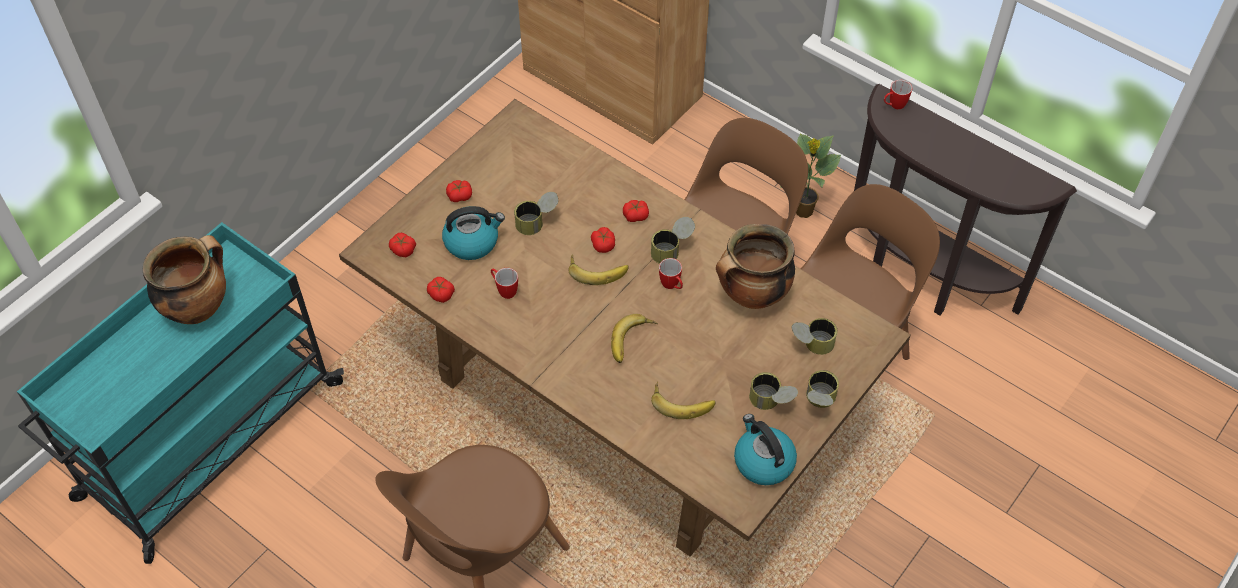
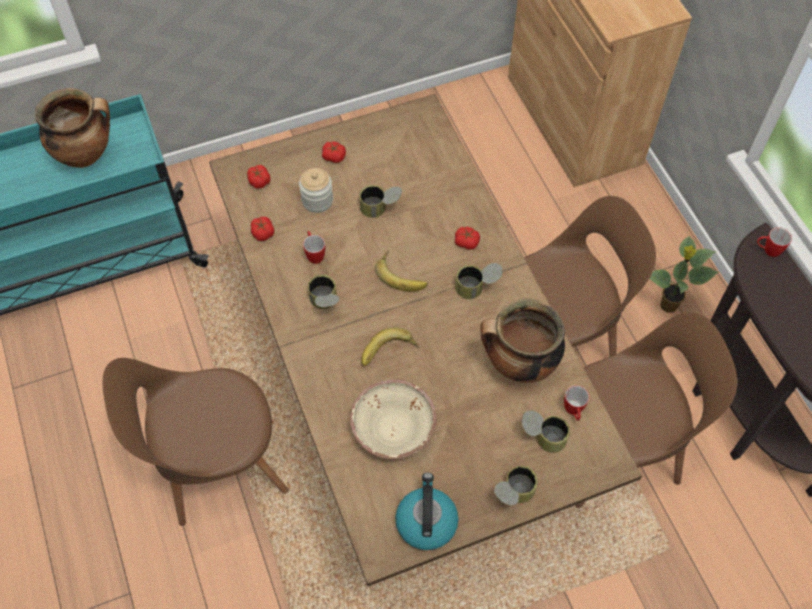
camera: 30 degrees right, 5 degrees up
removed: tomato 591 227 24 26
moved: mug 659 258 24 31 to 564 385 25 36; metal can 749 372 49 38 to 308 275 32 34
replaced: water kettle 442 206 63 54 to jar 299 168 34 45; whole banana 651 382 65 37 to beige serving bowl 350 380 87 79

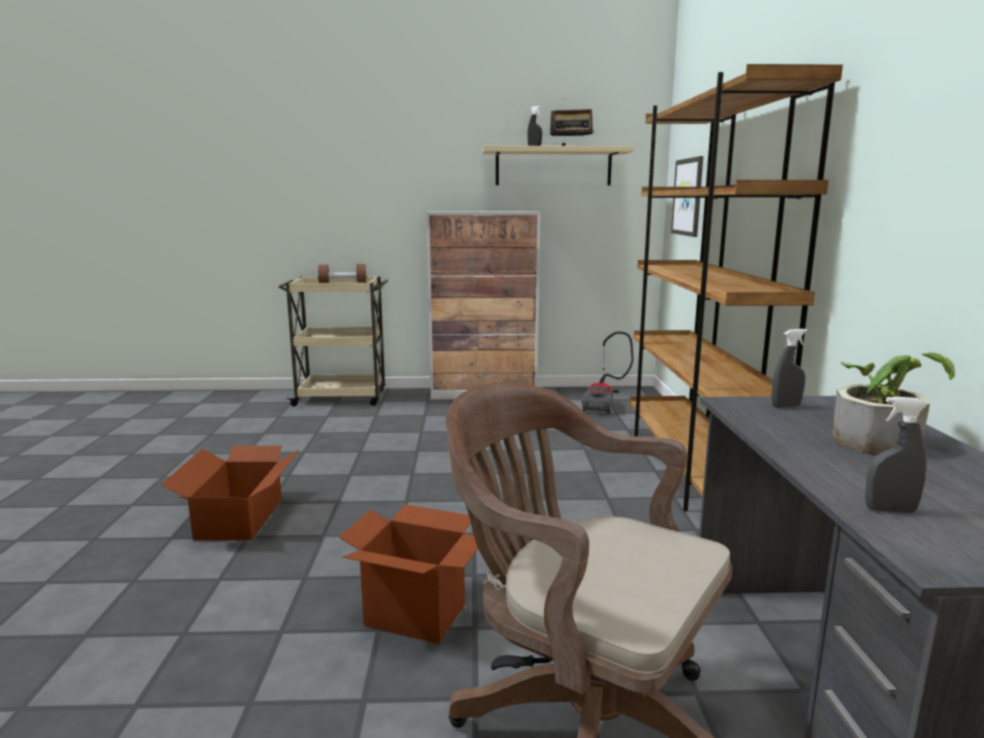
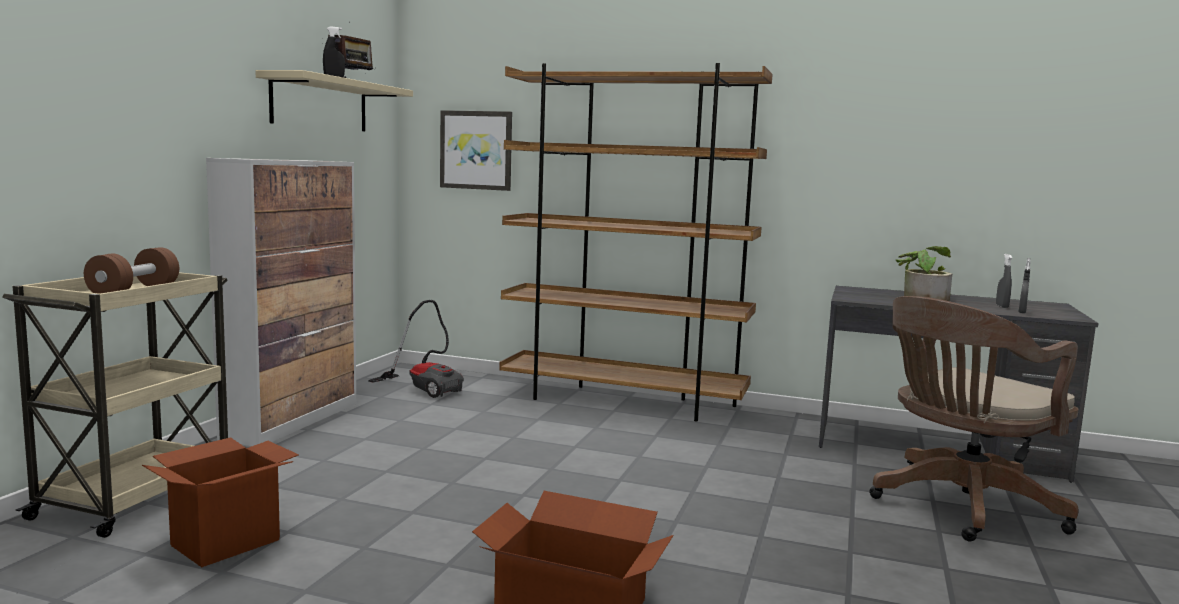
camera: 70 degrees left, 5 degrees down
moved: carton 339 504 139 140 to 142 437 157 130; greyish spray bottle 772 329 35 79 to 996 254 16 54

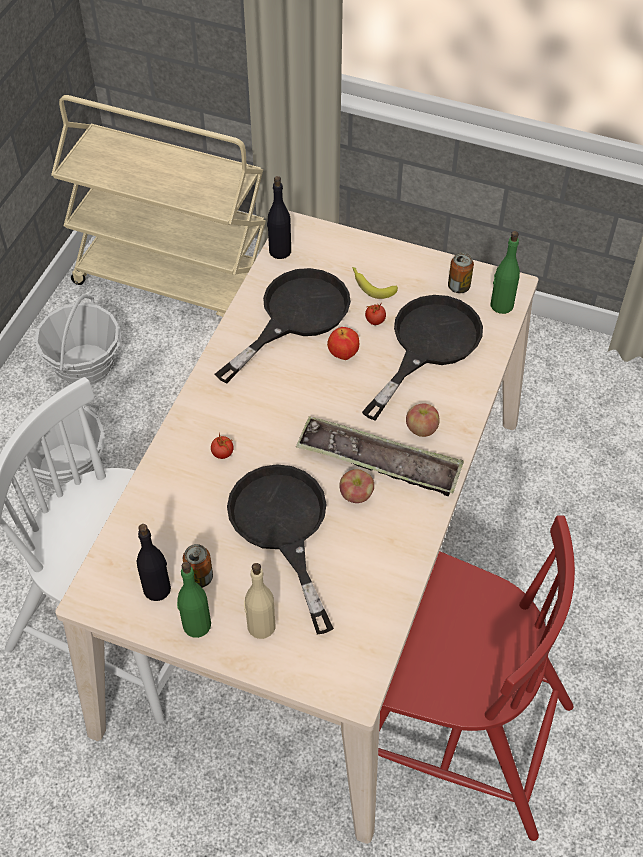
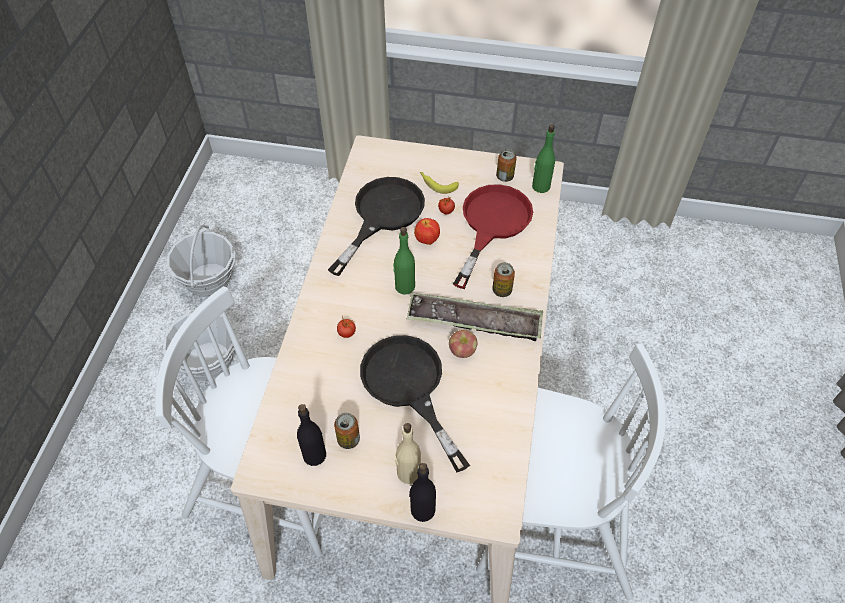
camera: 10 degrees left, 0 degrees up
removed: beige cart 51 95 215 222
moved: greenish bottle 177 562 34 76 to 393 227 22 68; black bottle 267 176 24 83 to 409 463 27 59
replaced: whole apple 406 403 34 34 to metal can 492 263 23 34
recoloured: black skillet 362 295 121 126 to reddish skillet 453 184 80 105; reddish upright chair 378 515 197 326 to whitish upright chair 476 343 190 257

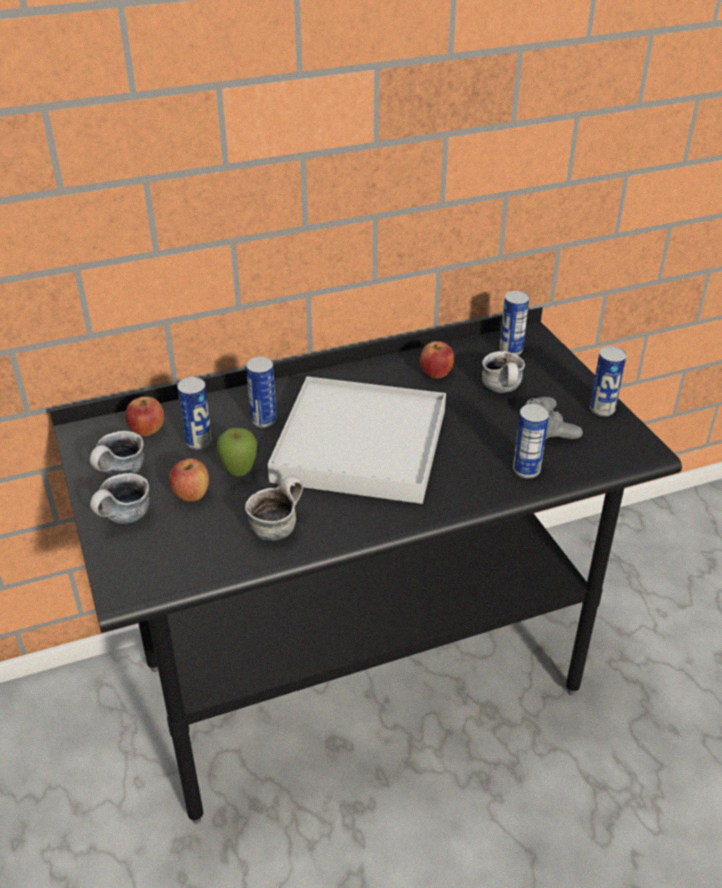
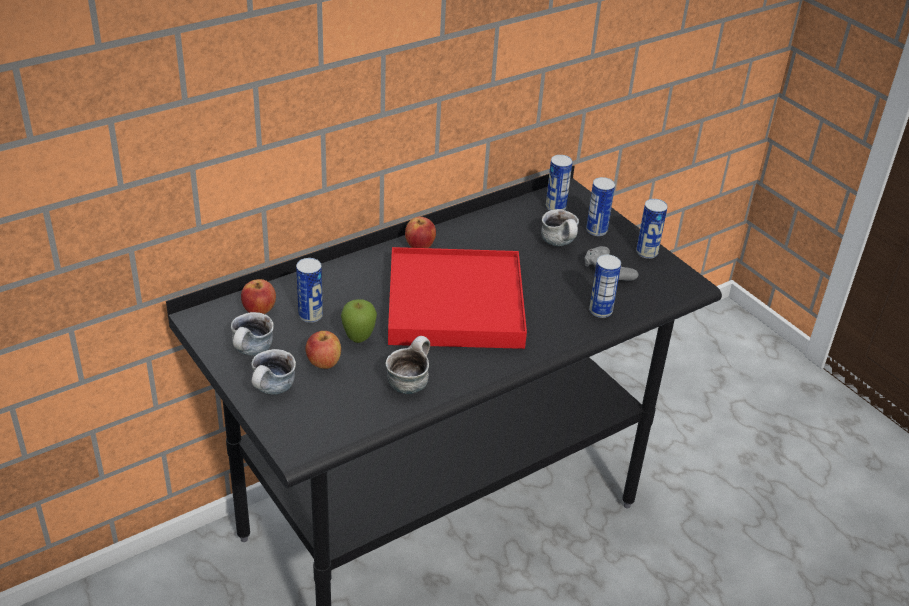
camera: 15 degrees left, 0 degrees up
moved: metal can 246 357 31 71 to 586 177 29 59; whole apple 420 341 34 37 to 405 217 31 31
recoloured: whitish serving tray 268 376 178 128 to reddish serving tray 388 247 139 102

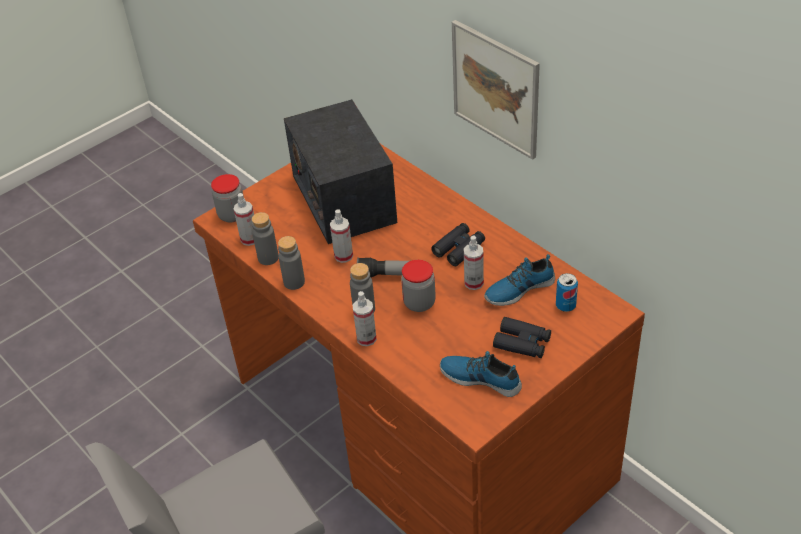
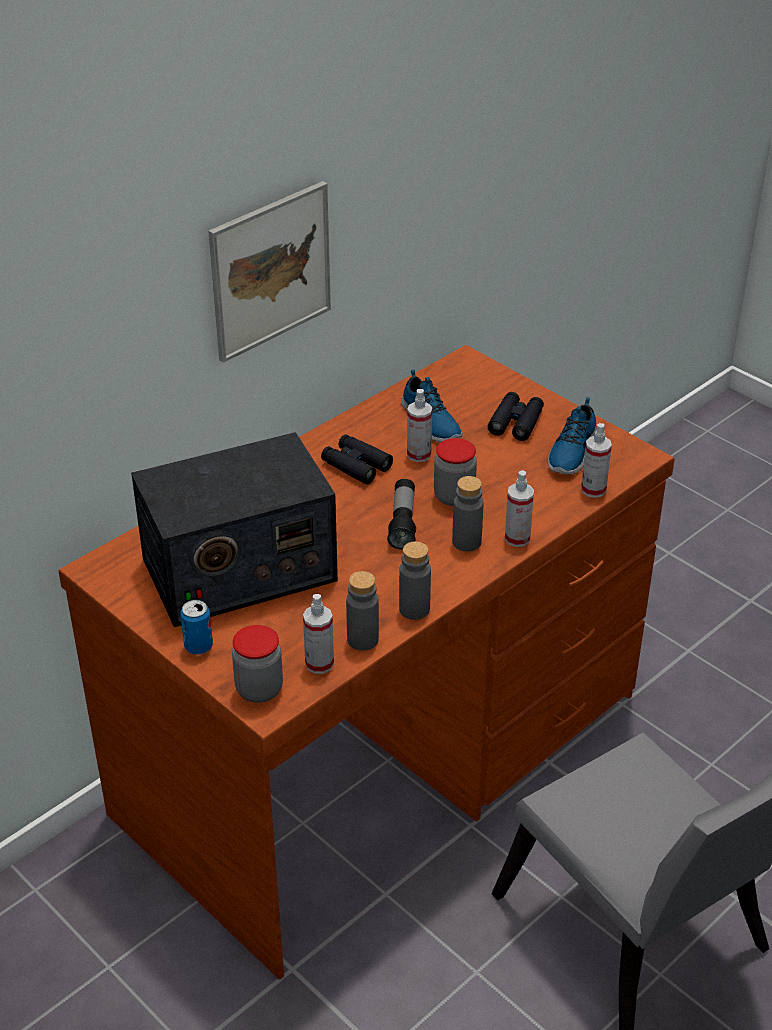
camera: 95 degrees left, 5 degrees down
moved: spray bottle 330 209 23 54 to 581 423 31 75; metal can 556 273 22 39 to 180 600 33 55

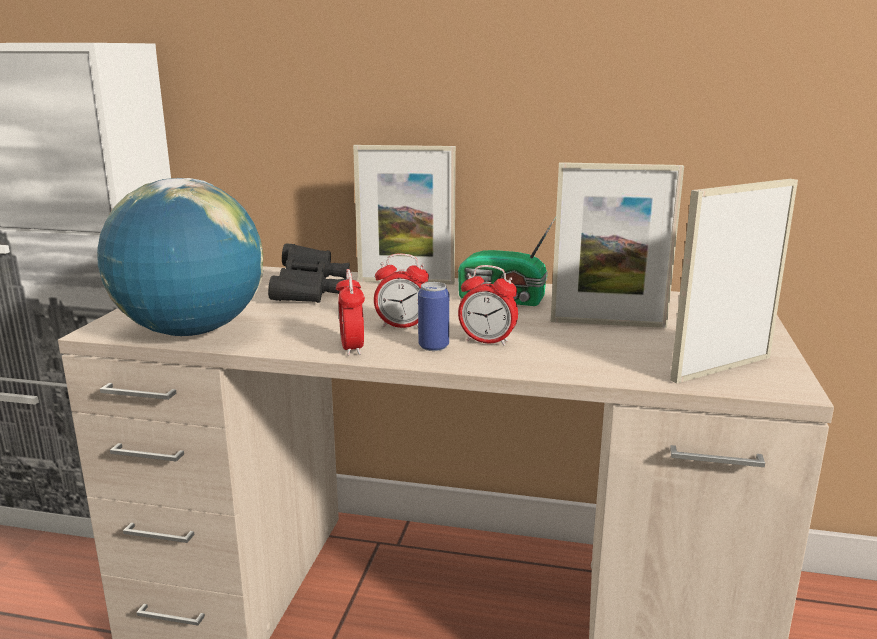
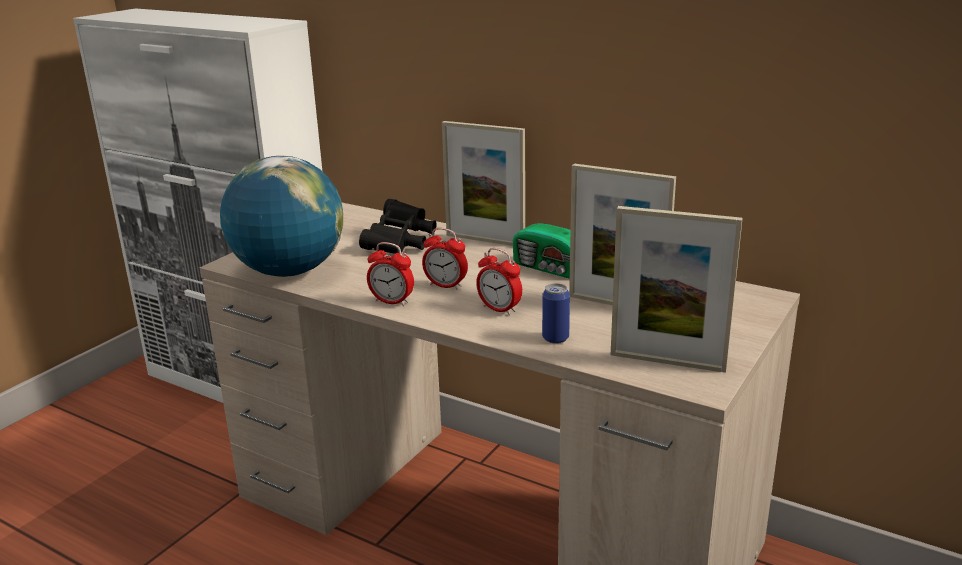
camera: 20 degrees right, 5 degrees up
moved: metal can 418 282 31 69 to 542 283 28 61
turned: table clock 336 269 29 87 = 367 242 47 64 75 degrees counterclockwise; photo frame 670 179 128 205 = 611 206 132 167 150 degrees counterclockwise

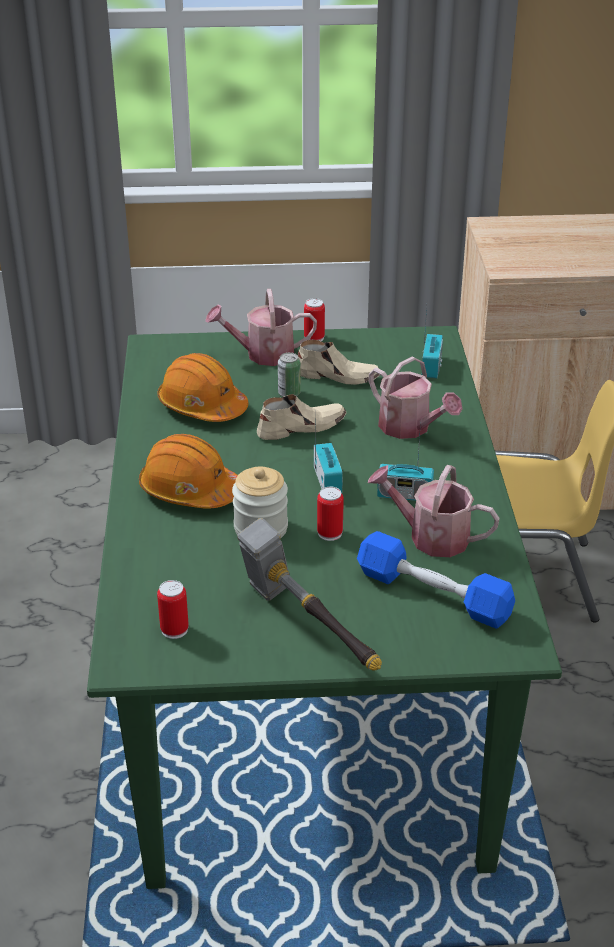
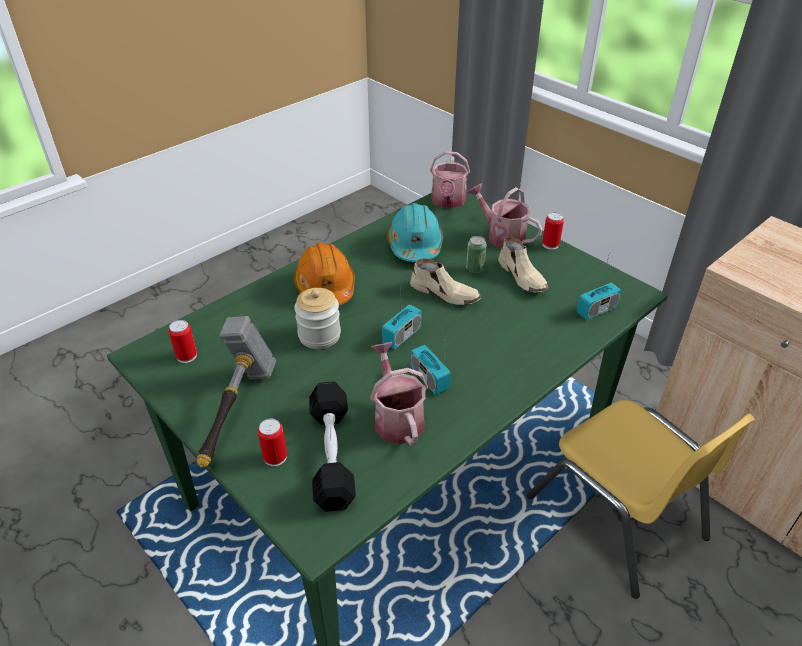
camera: 50 degrees right, 5 degrees up
moved: metal can 317 486 27 55 to 258 419 29 47; watering can 369 357 93 82 to 430 151 40 58
recoloured: orangey safety helmet 157 353 91 69 to turquoise-coloured safety helmet 387 203 56 59; blue-coloured hand weight 357 531 158 98 to black hand weight 309 382 47 130

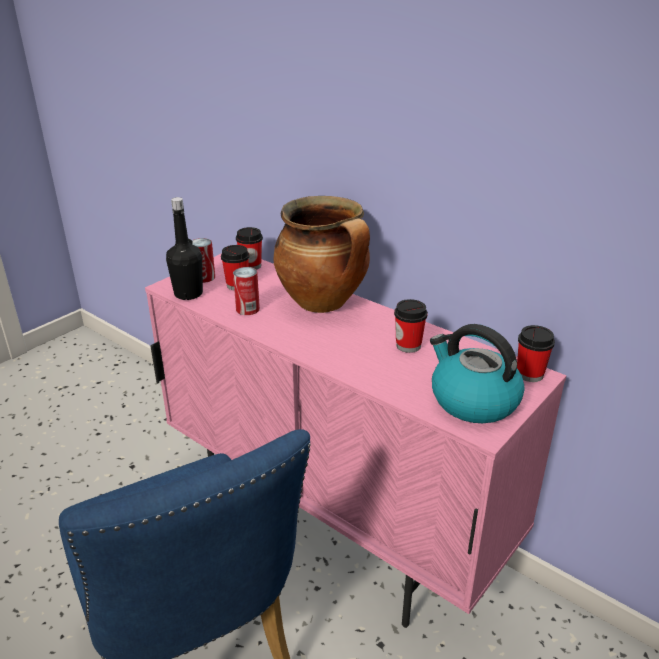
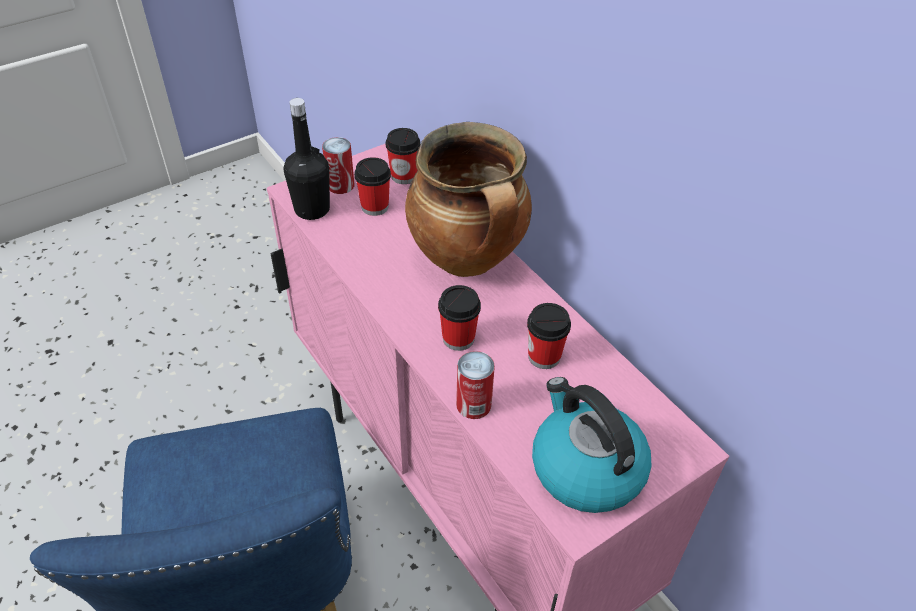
camera: 15 degrees right, 15 degrees up
moved: metal can 233 267 27 48 to 456 351 39 68; cup 517 325 38 57 to 438 285 43 66

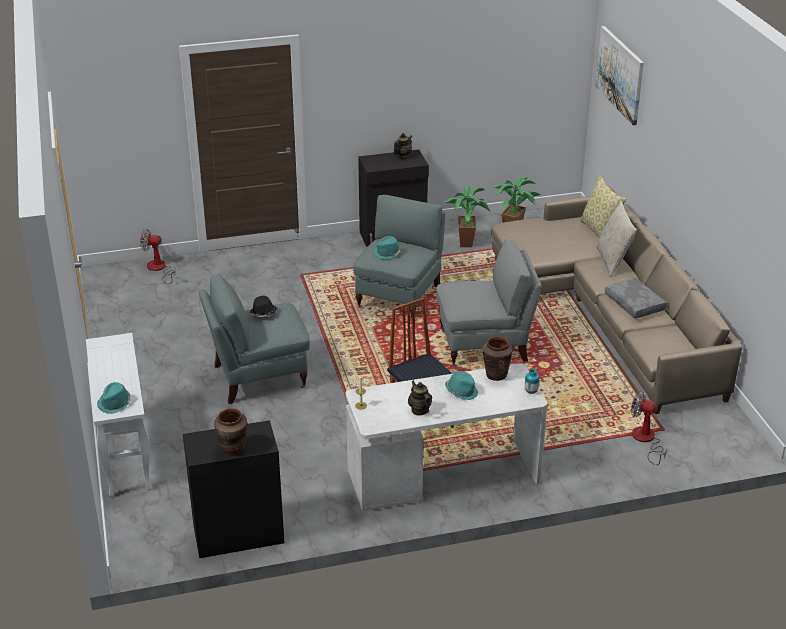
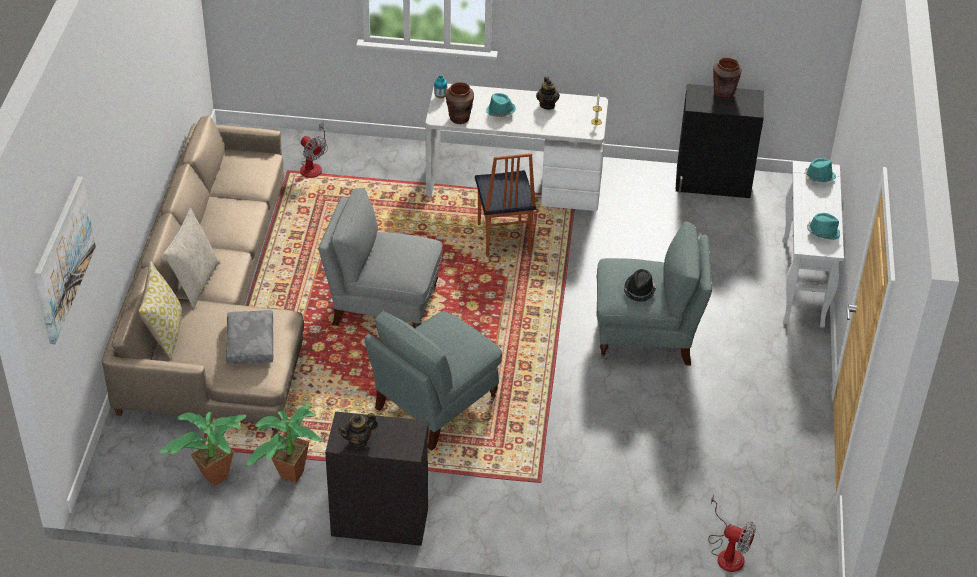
camera: 160 degrees left, 10 degrees up
moved: turquoise-coloured hat 374 236 27 23 to 807 213 33 27; greyish cushion 605 278 62 41 to 226 310 47 54

